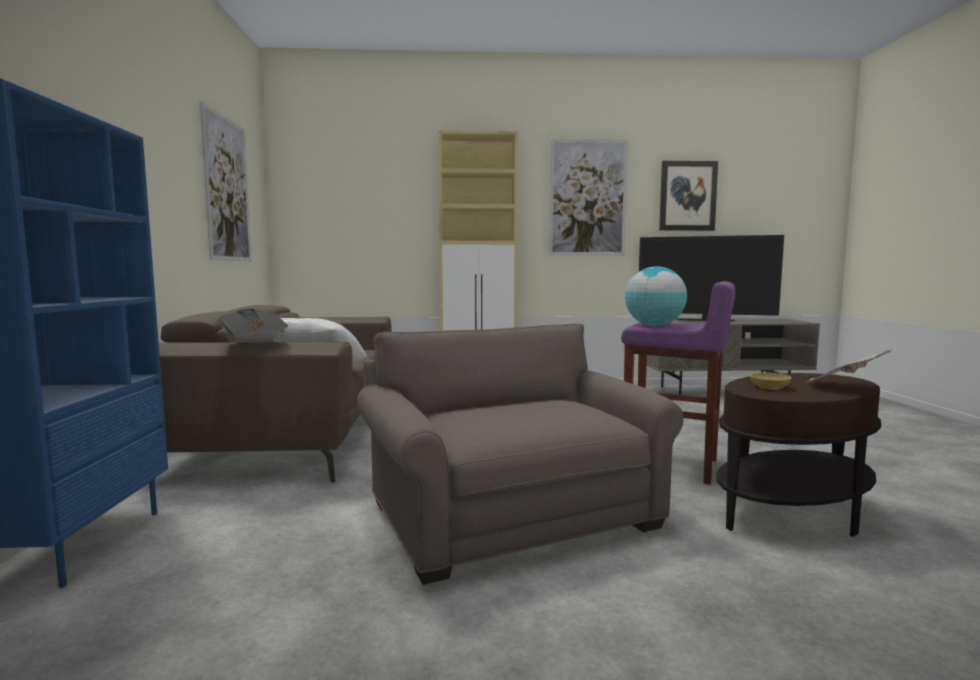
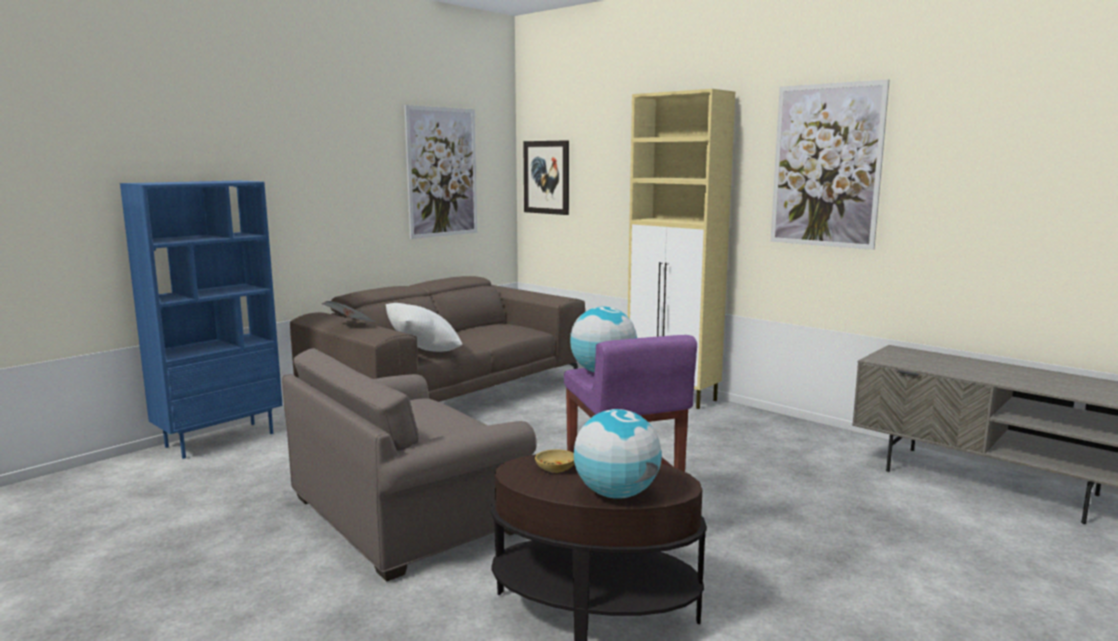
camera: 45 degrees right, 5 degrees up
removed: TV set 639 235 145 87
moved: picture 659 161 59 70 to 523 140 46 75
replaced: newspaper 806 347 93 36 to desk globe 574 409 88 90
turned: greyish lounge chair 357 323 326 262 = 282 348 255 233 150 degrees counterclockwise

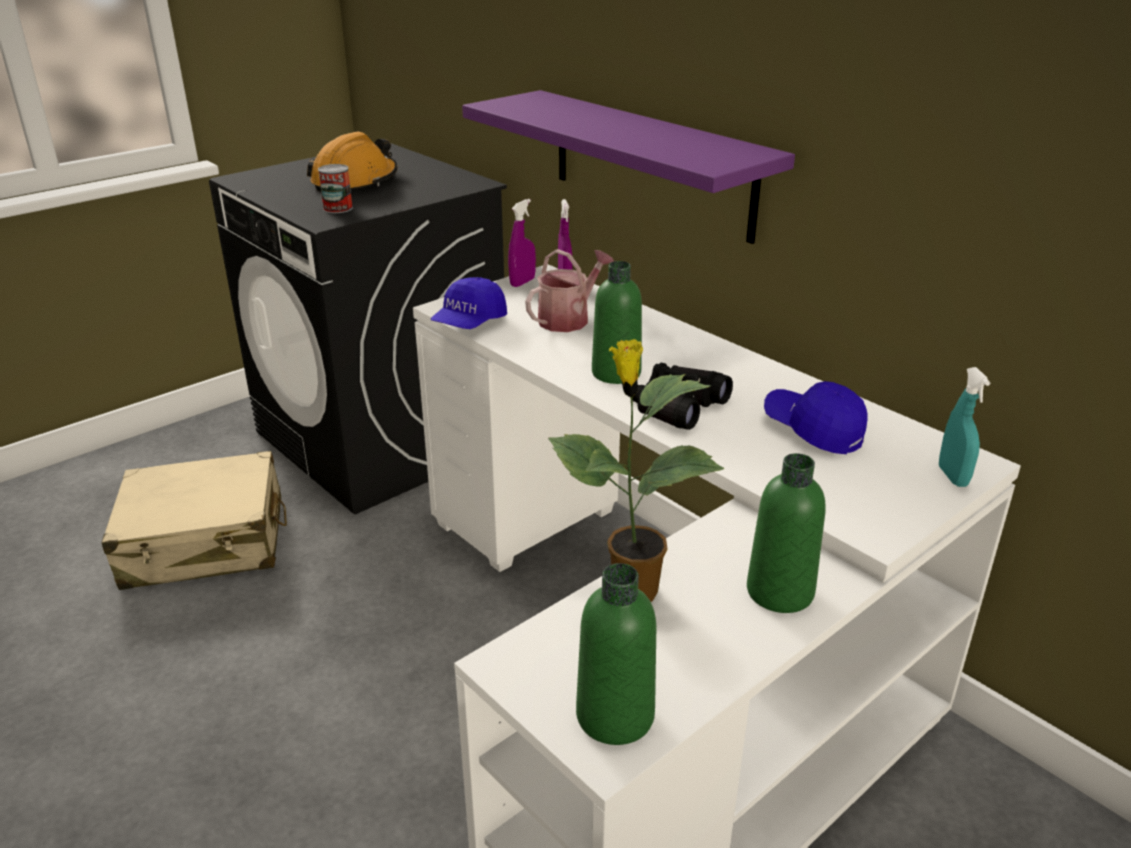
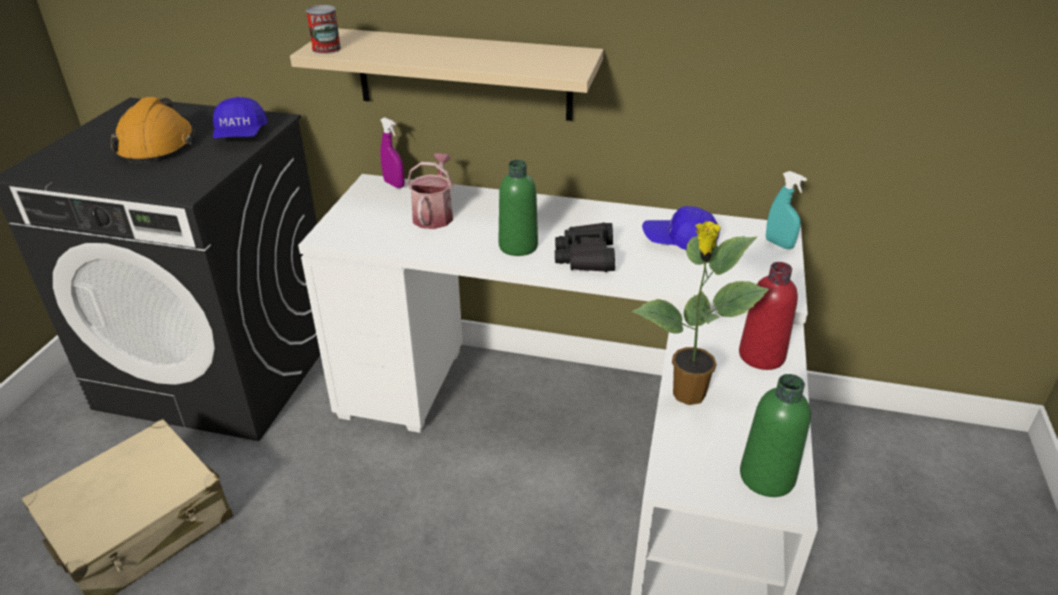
camera: 35 degrees left, 5 degrees up
removed: purple spray bottle 508 199 28 88
moved: metal can 318 164 35 49 to 306 5 35 49; blue-coloured peaked cap 431 277 76 52 to 213 97 55 41
recoloured: purple wall shelf 462 90 333 154 to beige wall shelf 290 28 314 93; greenish bottle 747 453 79 160 to reddish bottle 739 262 59 108

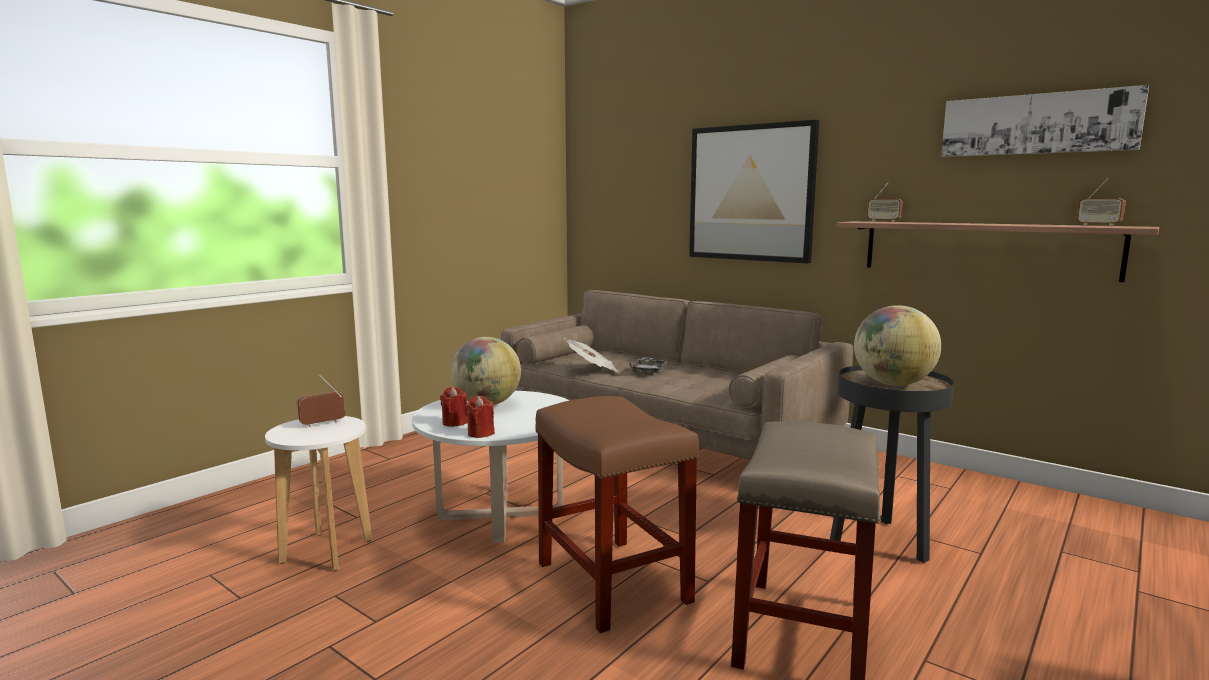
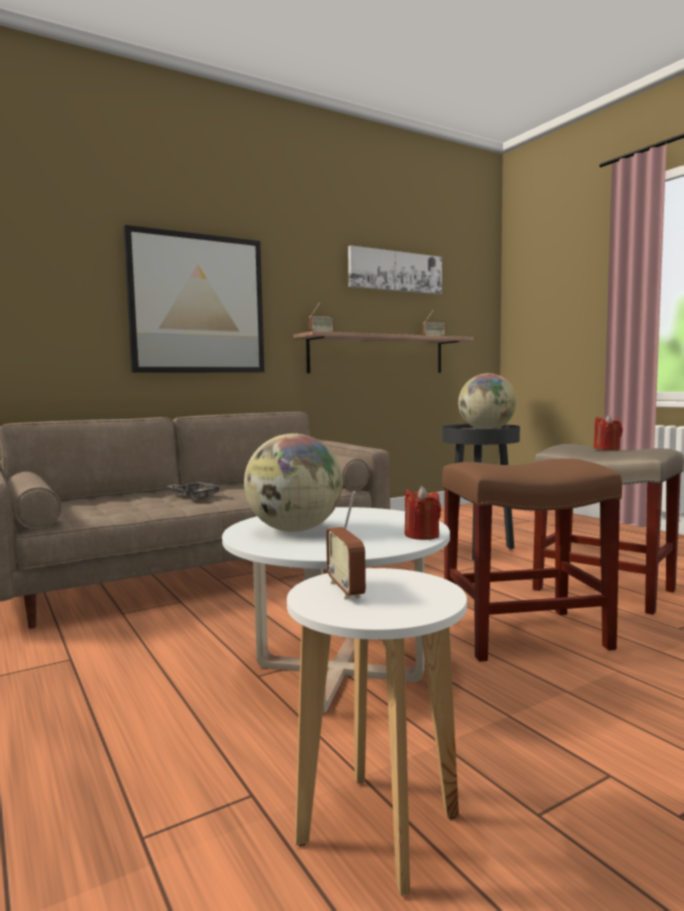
camera: 70 degrees left, 5 degrees down
removed: newspaper 563 338 56 34
moved: reddish candle 440 387 28 40 to 594 414 29 36

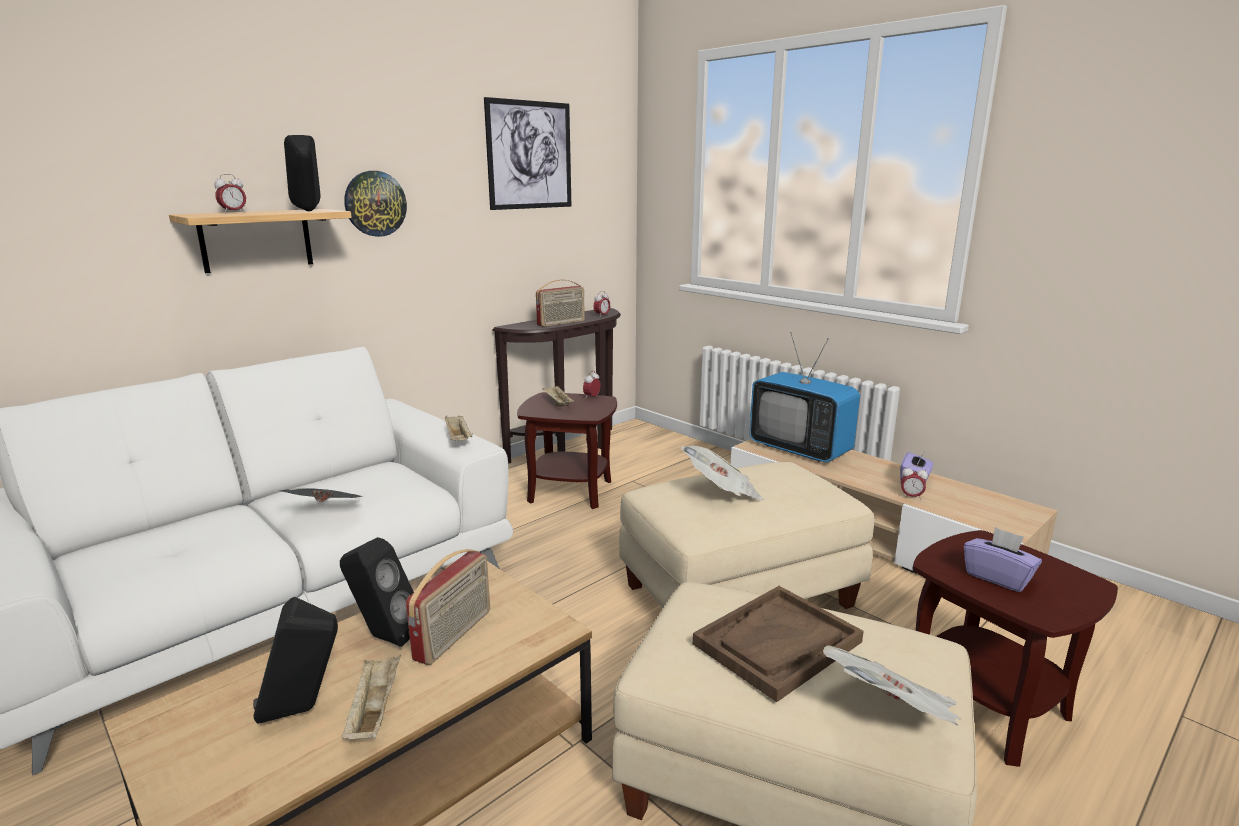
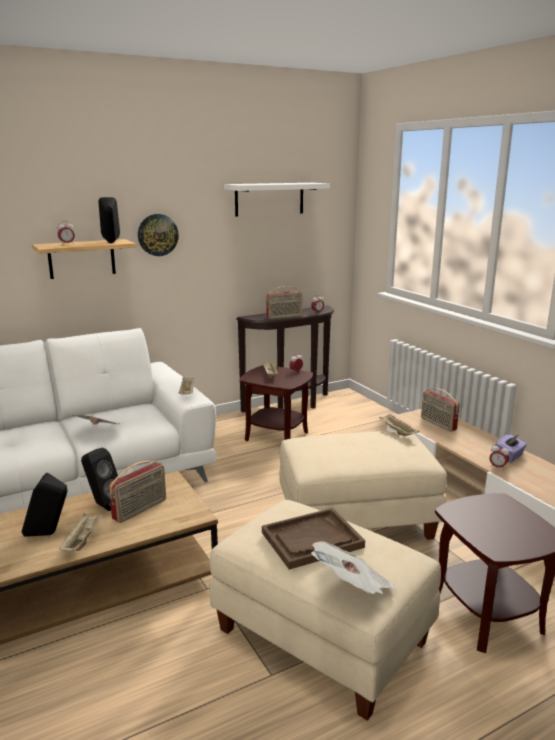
camera: 15 degrees right, 0 degrees up
removed: newspaper 681 445 83 55; purple tissue box 964 527 78 65
added: beige serving tray 380 414 39 22
replaced: picture 484 97 87 113 to whitish wall shelf 224 183 106 34; TV set 749 332 111 130 to radio receiver 421 388 38 44

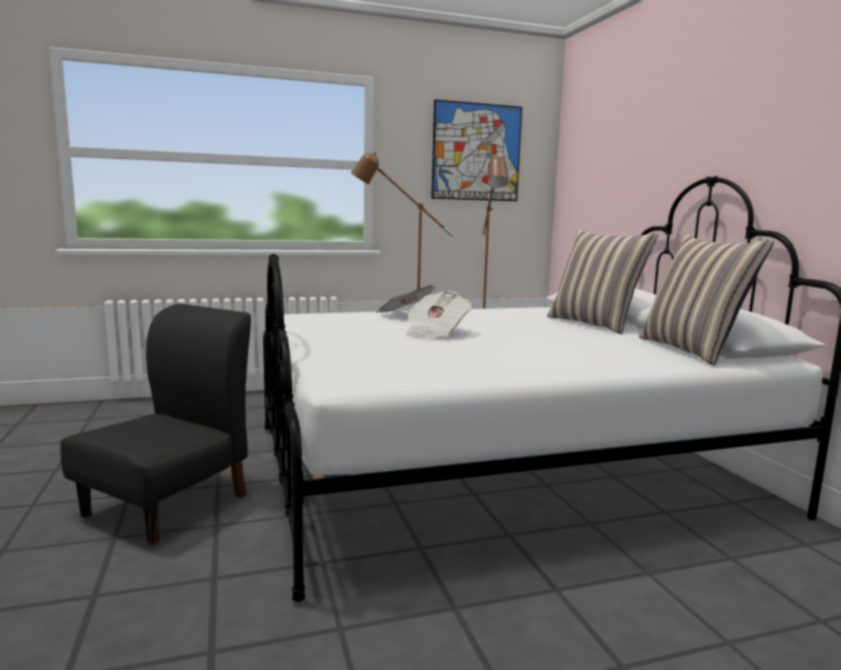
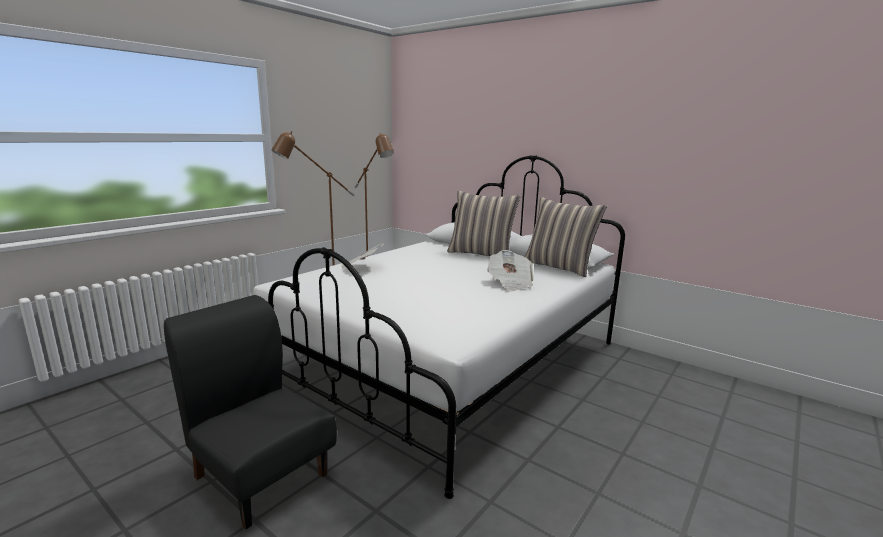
camera: 35 degrees left, 5 degrees up
removed: picture 431 99 91 102
moved: newspaper 405 291 67 48 to 487 250 47 41
turned: black upright chair 60 304 191 241 = 164 295 173 234 45 degrees counterclockwise

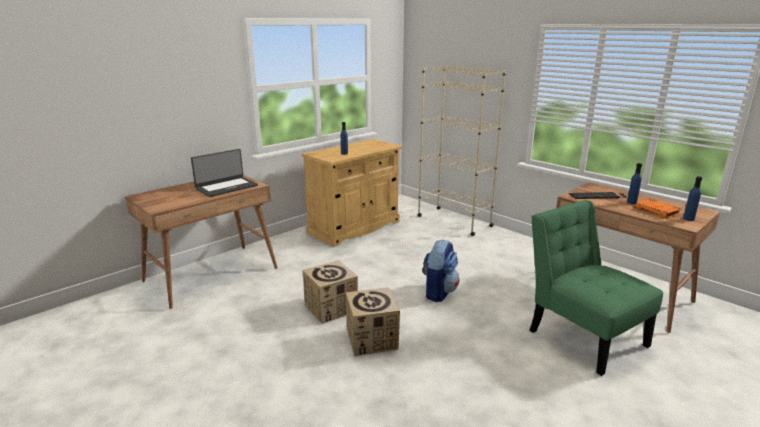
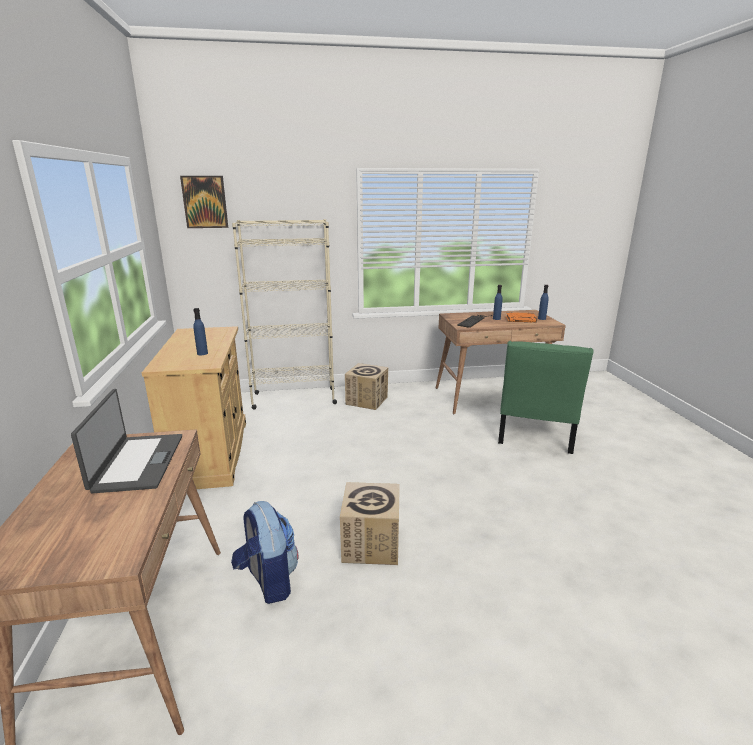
camera: 55 degrees left, 0 degrees up
added: picture 180 176 48 52
moved: carton 346 287 54 69 to 345 363 43 47; rucksack 422 239 38 63 to 231 501 67 103
turned: greenish upright chair 529 200 134 176 = 498 341 96 113 75 degrees counterclockwise

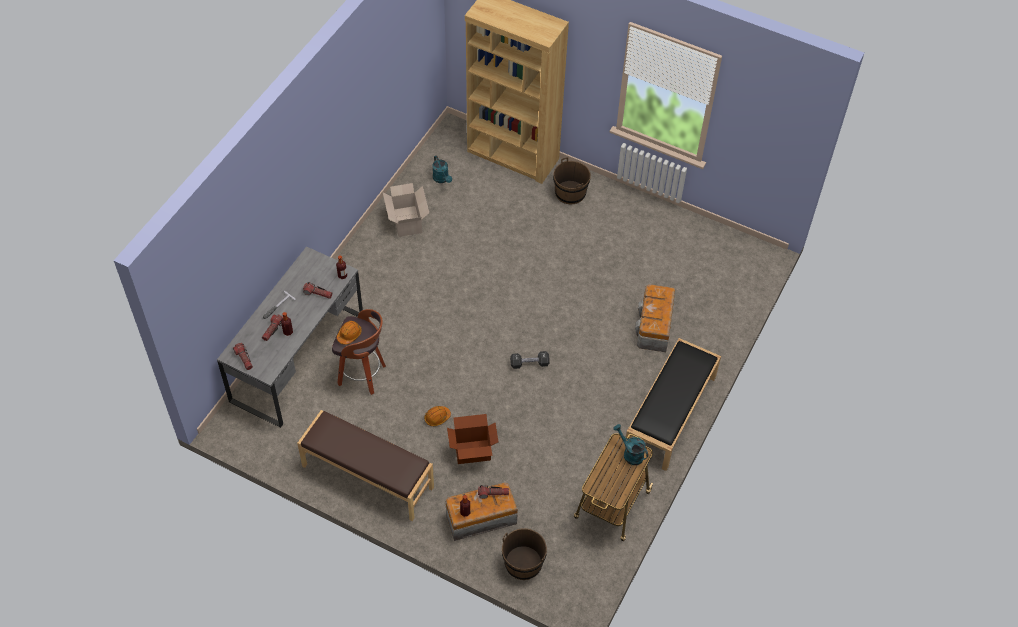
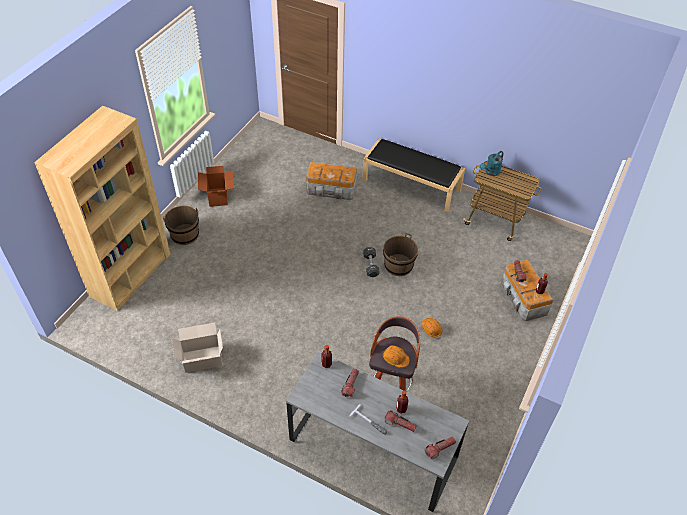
camera: 90 degrees left, 5 degrees down
removed: brown bench 297 410 137 111; turquoise-coloured watering can 432 156 20 27
moved: carton 447 414 51 50 to 198 166 36 41; brown water bucket 502 528 45 52 to 383 233 35 43

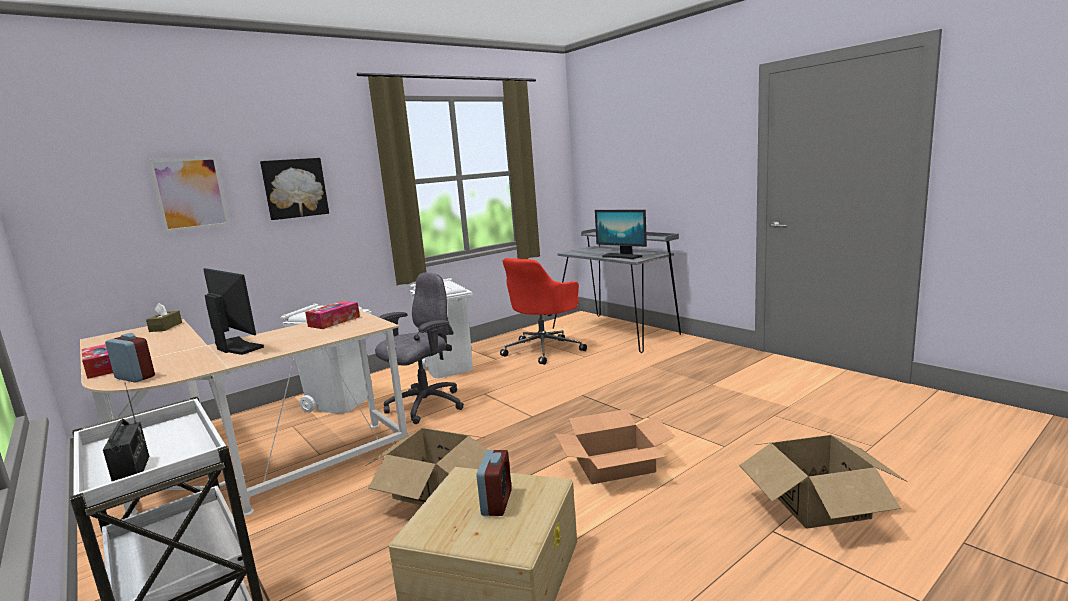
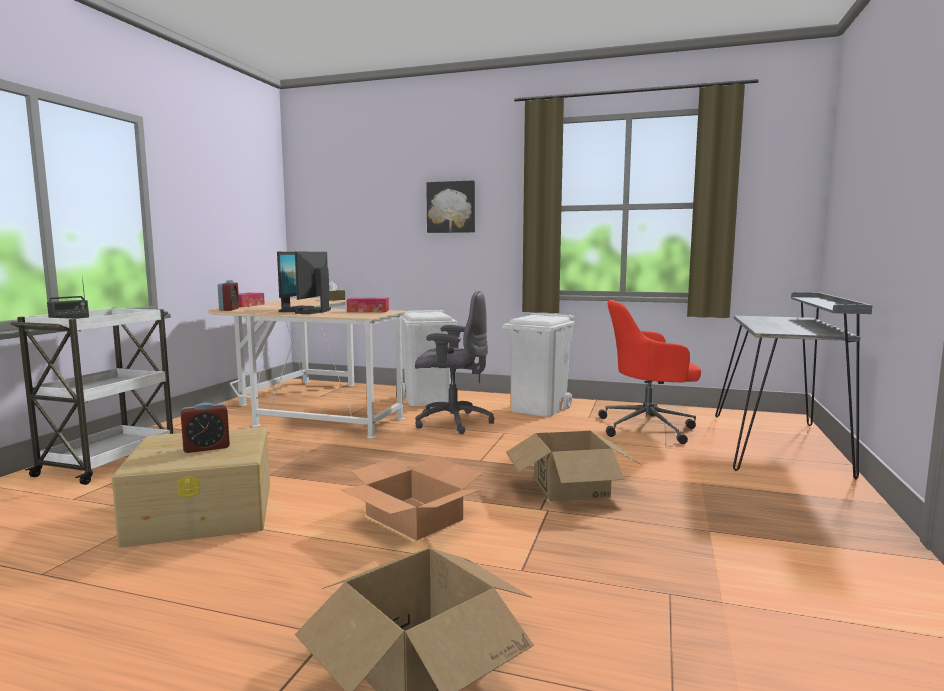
camera: 55 degrees right, 5 degrees down
removed: picture 148 156 82 77
moved: carton 367 428 120 77 to 506 431 135 71; computer screen 595 210 52 49 to 295 251 36 63

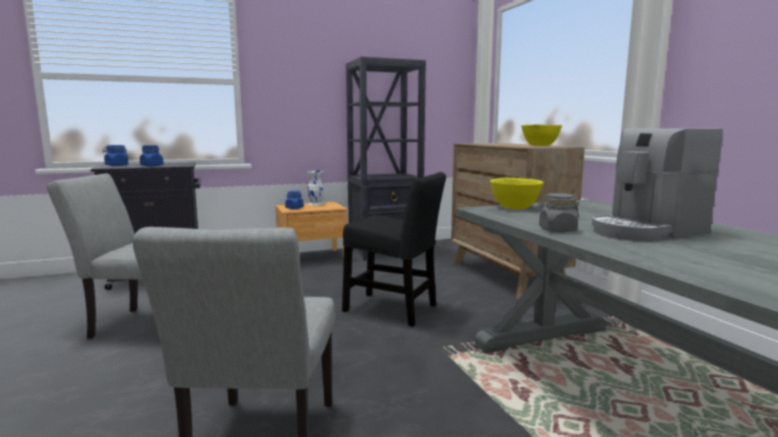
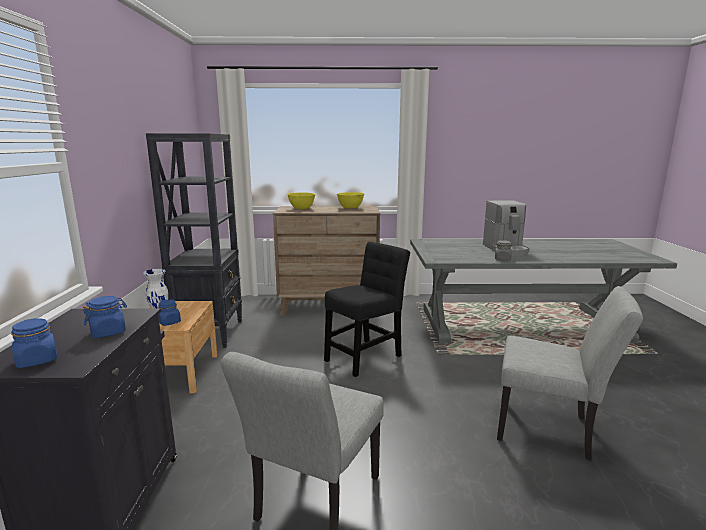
camera: 70 degrees left, 5 degrees up
moved: yellow-coloured serving bowl 490 177 54 32 to 287 192 28 17

